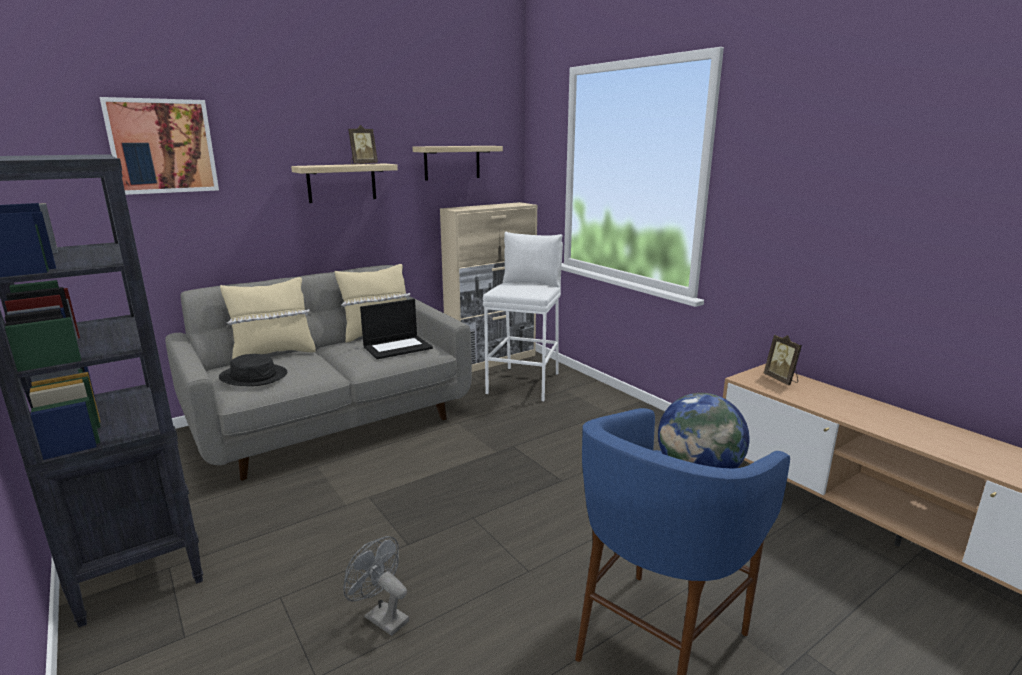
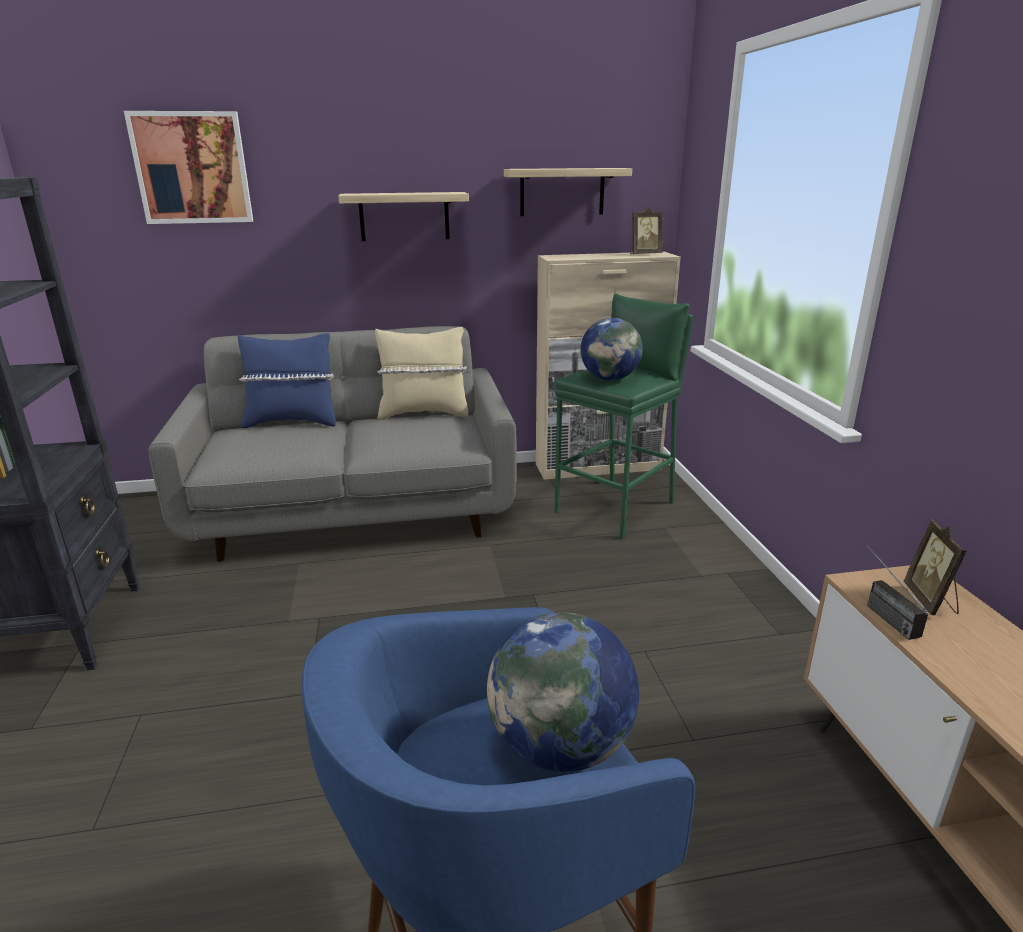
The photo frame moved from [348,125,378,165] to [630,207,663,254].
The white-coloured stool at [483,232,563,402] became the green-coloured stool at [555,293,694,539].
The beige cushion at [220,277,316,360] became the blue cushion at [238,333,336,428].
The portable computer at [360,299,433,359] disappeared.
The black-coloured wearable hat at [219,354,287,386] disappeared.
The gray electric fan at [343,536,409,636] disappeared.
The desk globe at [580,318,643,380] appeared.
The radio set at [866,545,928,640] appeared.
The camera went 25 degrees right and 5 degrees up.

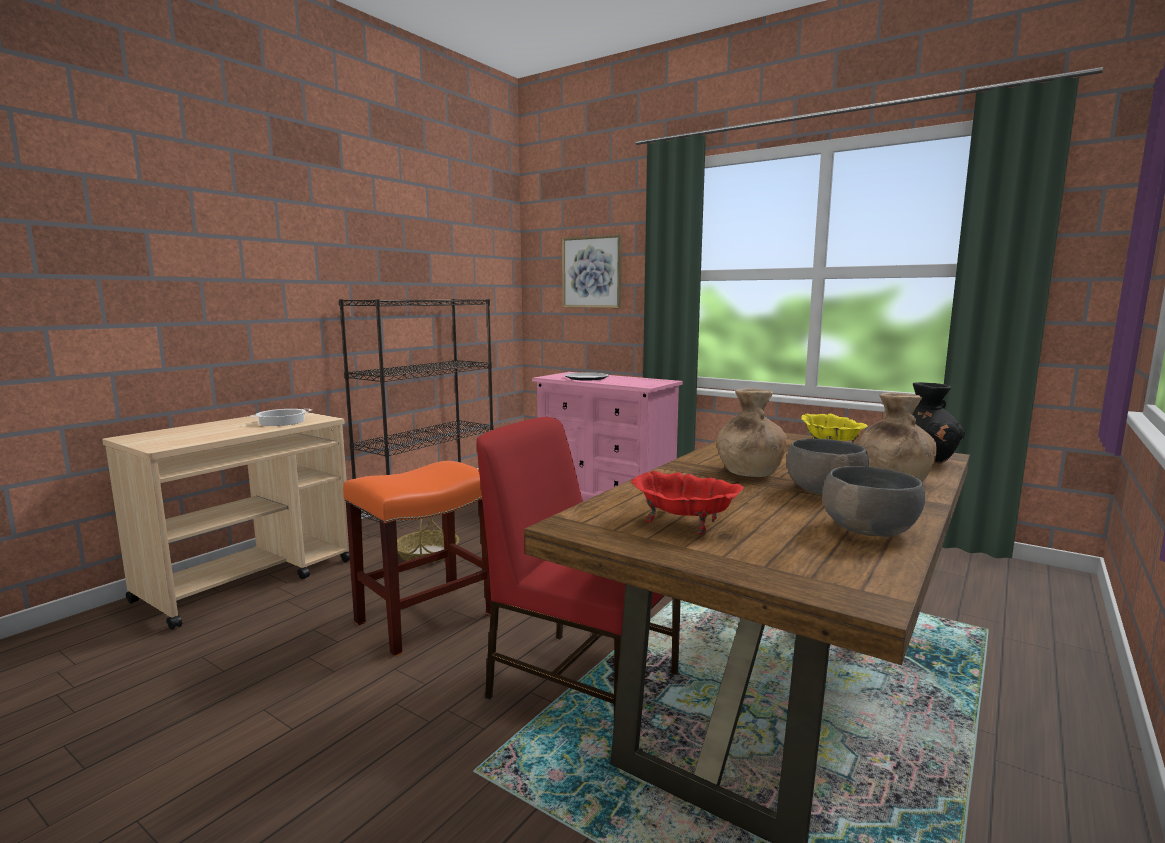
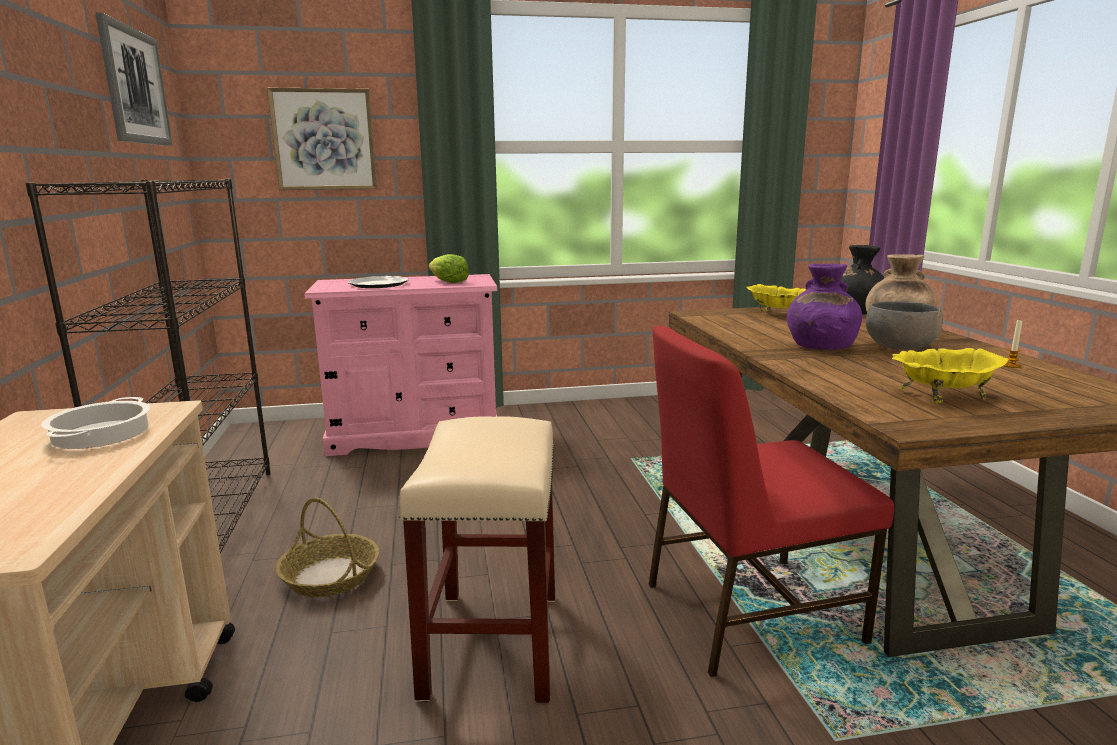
The brownish vase at [716,388,787,477] became the purplish vase at [787,264,862,350].
The orangey stool at [343,461,492,656] became the beige stool at [399,416,555,703].
The gray serving bowl at [822,466,925,537] was replaced by the wax light at [1004,320,1022,368].
The red serving bowl at [631,471,744,535] became the yellow-coloured serving bowl at [892,348,1009,403].
The wall art at [95,13,173,146] appeared.
The lettuce at [429,254,469,283] appeared.
The camera went 45 degrees left and 5 degrees up.

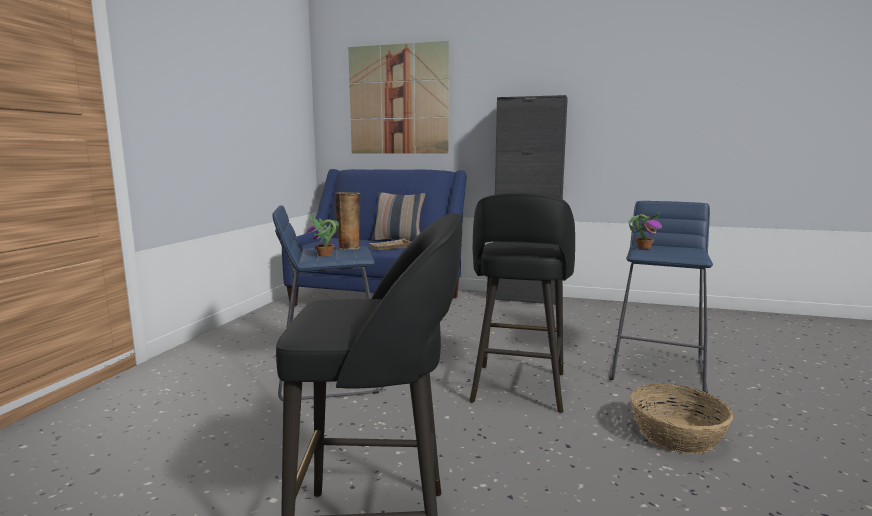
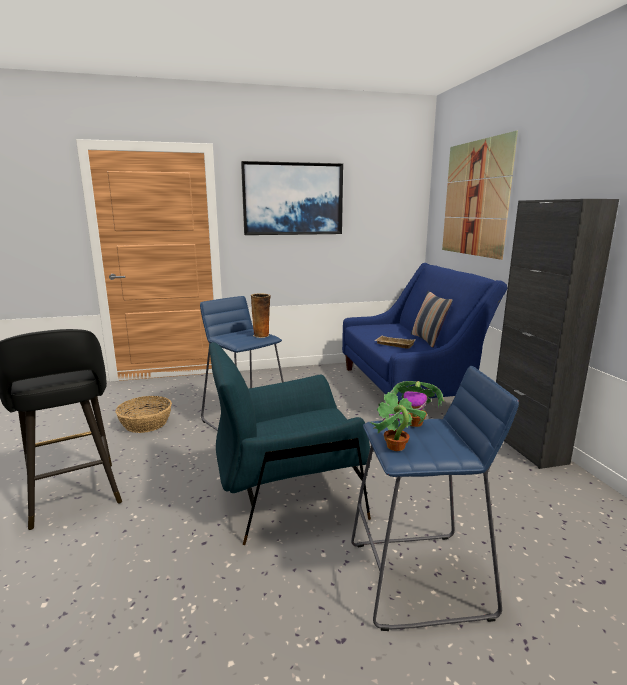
The black-coloured stool at [469,193,575,413] was replaced by the blue armchair at [209,342,371,545].
The potted plant moved from [307,216,339,256] to [370,392,426,451].
The basket moved from [630,383,733,454] to [115,396,172,433].
The wall art at [241,161,343,235] appeared.
The camera went 60 degrees right and 5 degrees up.

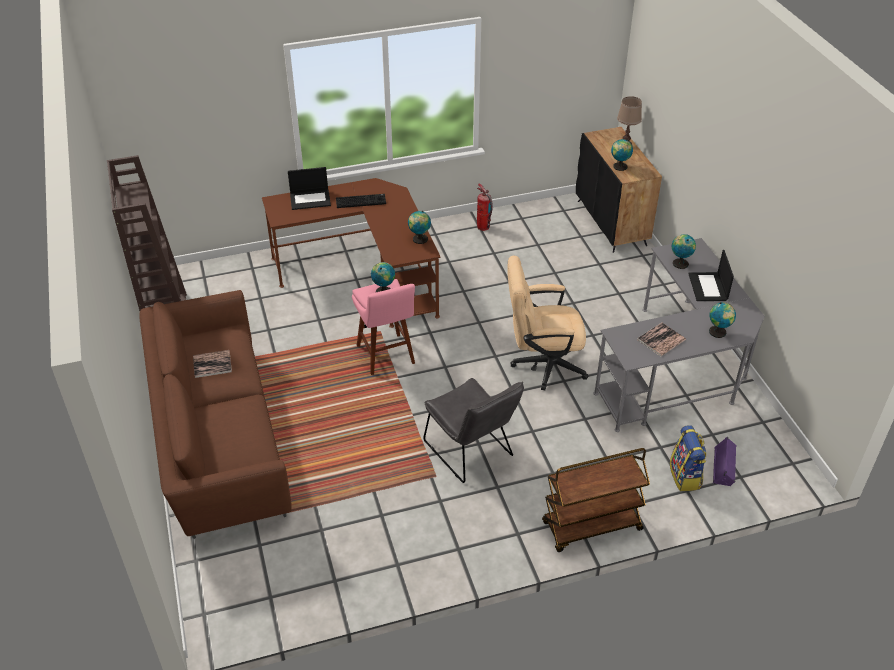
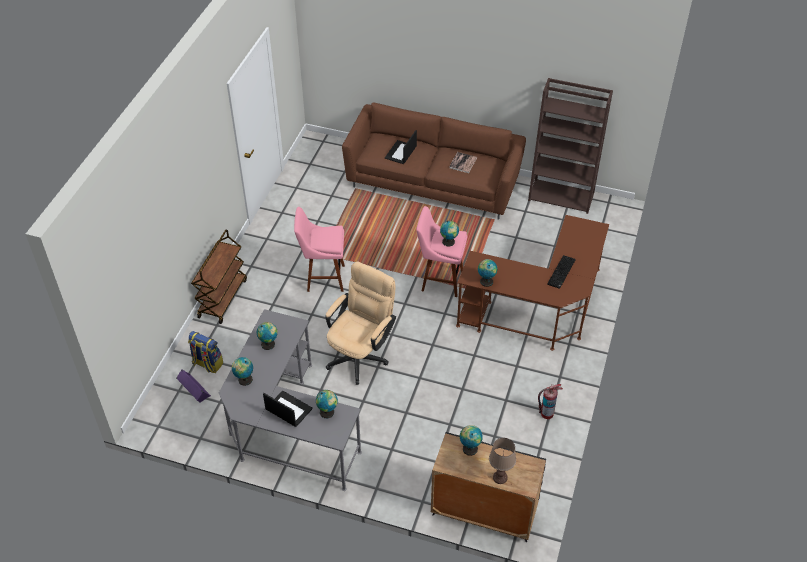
The portable computer moved from [288,167,331,210] to [385,130,417,164].
The bound book at [638,322,686,356] was replaced by the desk globe at [256,322,278,350].
The gray chair at [423,378,524,483] was replaced by the pink-coloured stool at [294,207,345,292].
The camera went 125 degrees right and 5 degrees up.

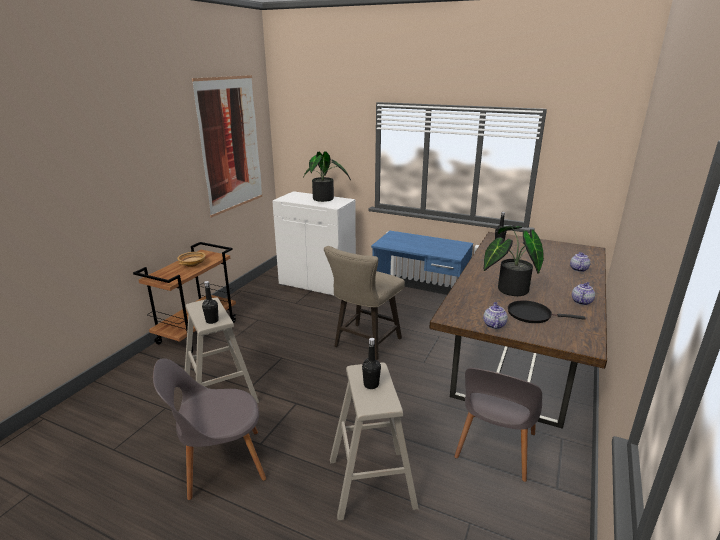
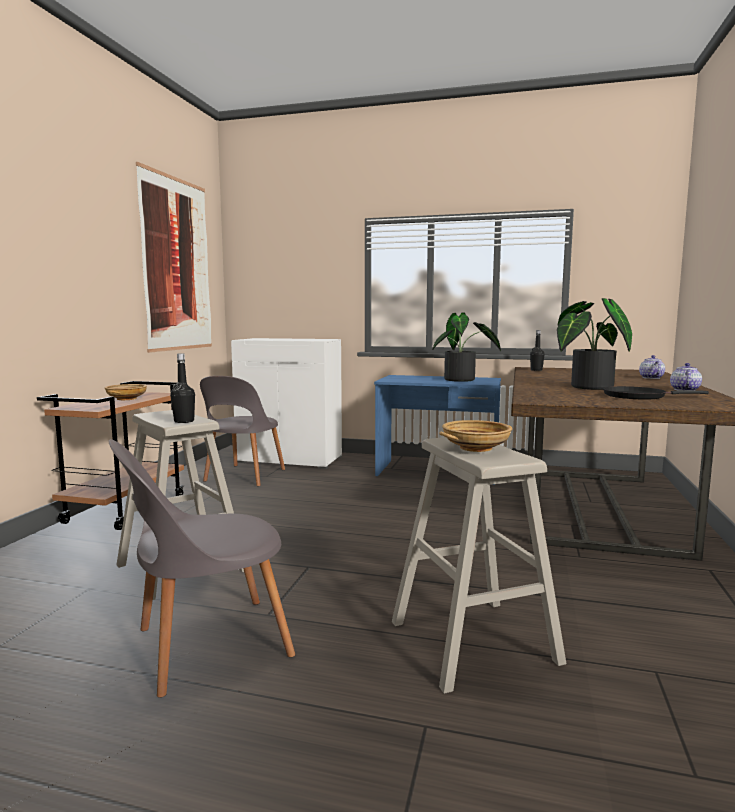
The potted plant moved from [303,151,351,202] to [432,313,501,382].
The beige stool at [324,246,405,360] disappeared.
The teapot at [483,302,508,329] disappeared.
The black-coloured drink bottle at [362,338,381,389] was replaced by the beige serving bowl at [439,420,512,452].
The gray chair moved from [454,368,542,482] to [200,376,285,487].
The camera went 10 degrees left and 15 degrees down.

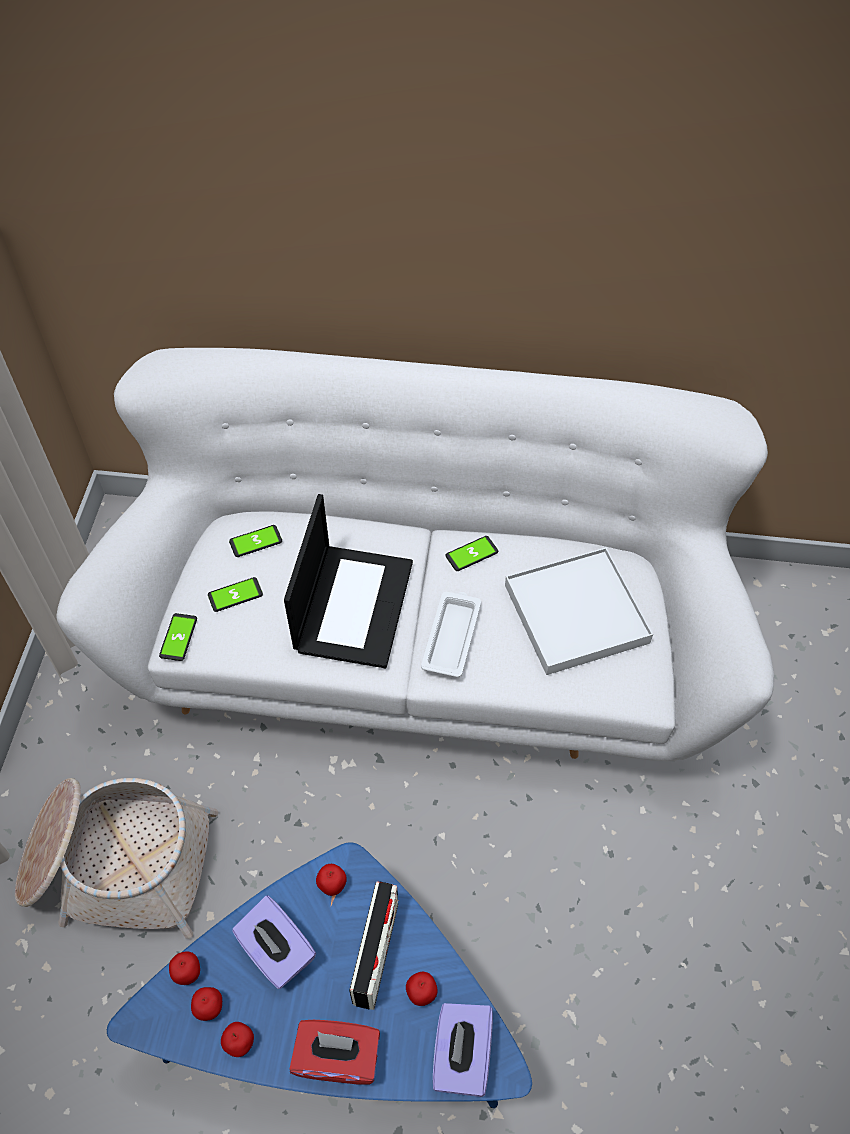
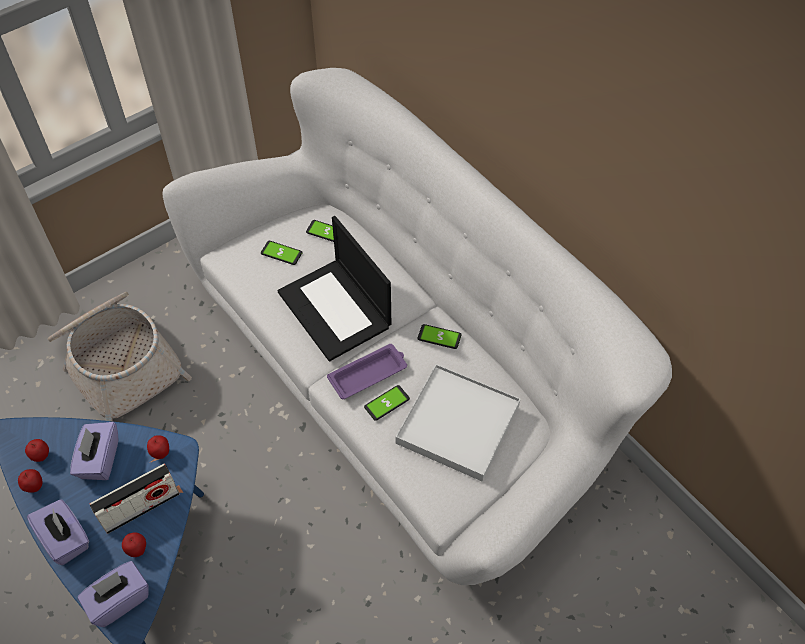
The portable computer at [284,494,413,668] turned 90 degrees clockwise.
The white-coloured carrying tray at [421,592,481,677] became the purplish carrying tray at [327,344,407,399].
The telephone moved from [159,613,197,661] to [364,385,410,421].
The whole apple at [169,952,200,985] disappeared.
The red tissue box at [289,1020,380,1085] became the purplish tissue box at [27,499,89,565].
The camera went 45 degrees right and 0 degrees up.

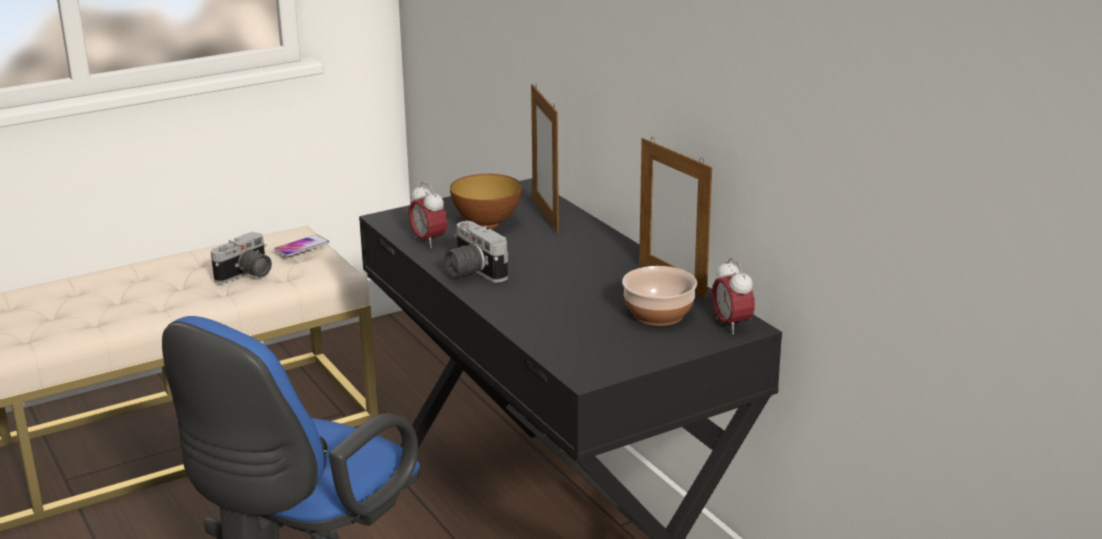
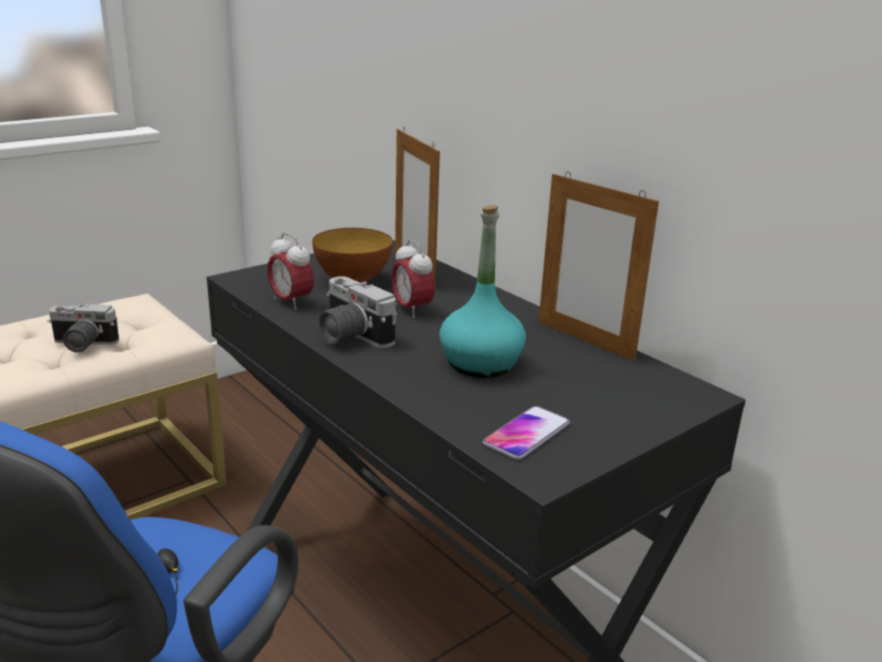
The photo camera at [211,231,272,284] turned 60 degrees clockwise.
The telephone moved from [274,235,329,257] to [483,406,570,460].
The bedside clock moved from [712,258,755,334] to [391,240,435,318].
The serving bowl at [622,266,697,326] disappeared.
The blue-green drink bottle at [439,205,526,378] appeared.
The camera went 10 degrees left and 0 degrees up.

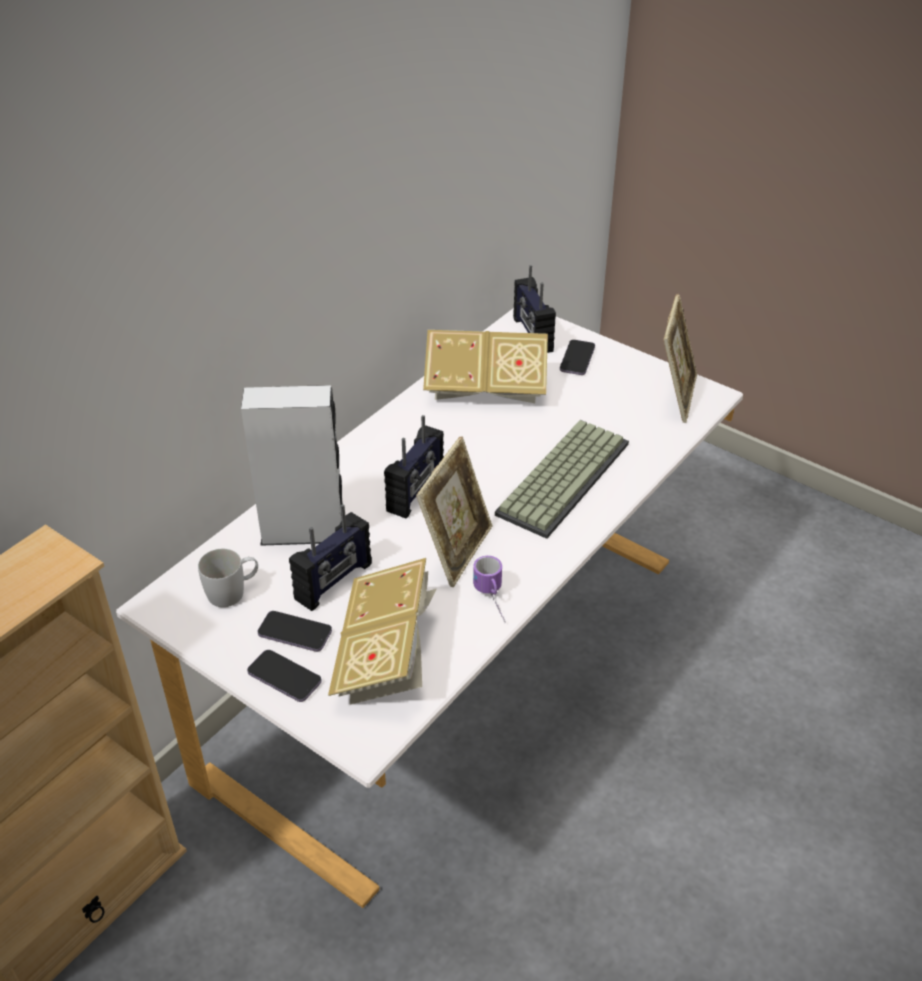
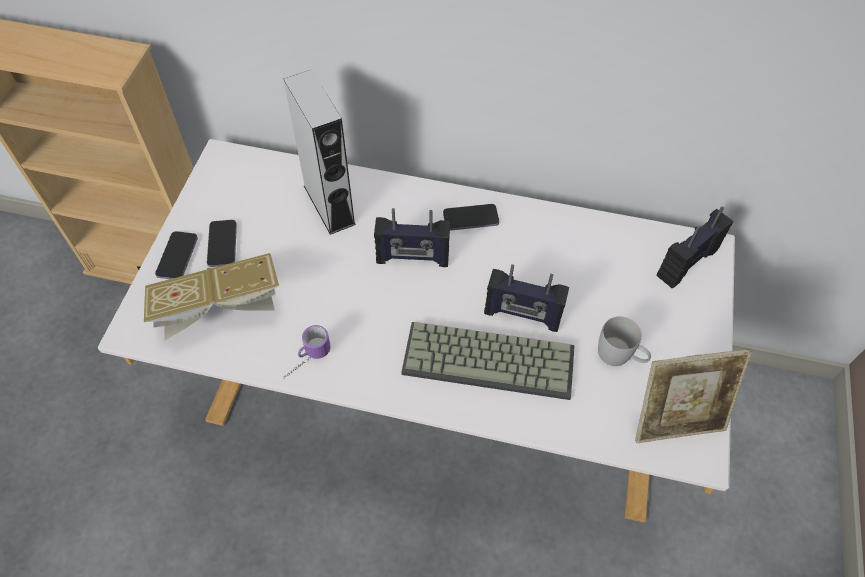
The bound book at [423,330,548,403] disappeared.
The telephone moved from [560,340,595,375] to [443,204,499,230].
The photo frame at [416,437,492,587] disappeared.
The radio set moved from [289,504,372,611] to [484,264,569,332].
The white-coloured tea mug moved from [198,549,258,607] to [598,316,651,366].
The camera went 65 degrees right and 15 degrees up.

